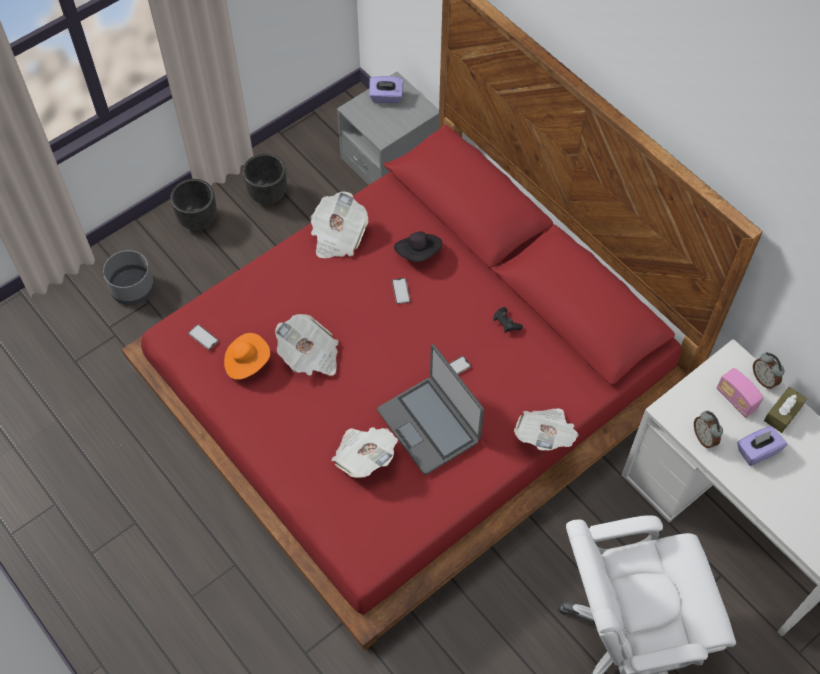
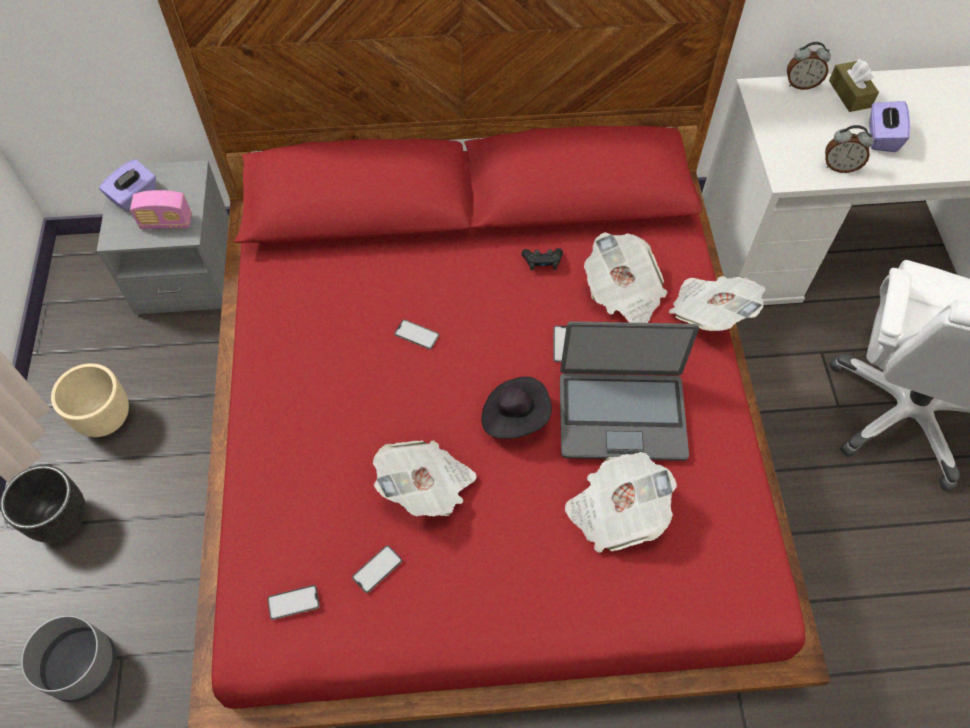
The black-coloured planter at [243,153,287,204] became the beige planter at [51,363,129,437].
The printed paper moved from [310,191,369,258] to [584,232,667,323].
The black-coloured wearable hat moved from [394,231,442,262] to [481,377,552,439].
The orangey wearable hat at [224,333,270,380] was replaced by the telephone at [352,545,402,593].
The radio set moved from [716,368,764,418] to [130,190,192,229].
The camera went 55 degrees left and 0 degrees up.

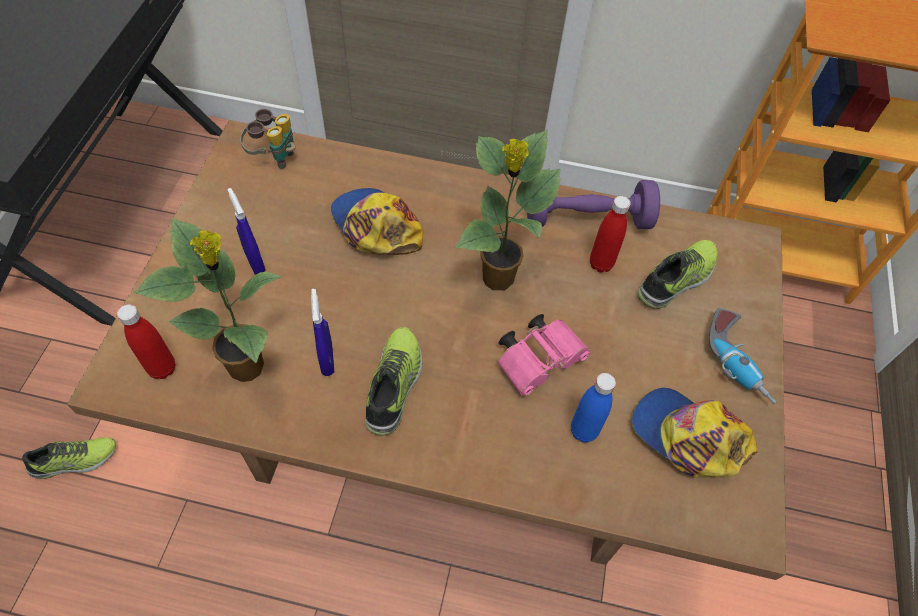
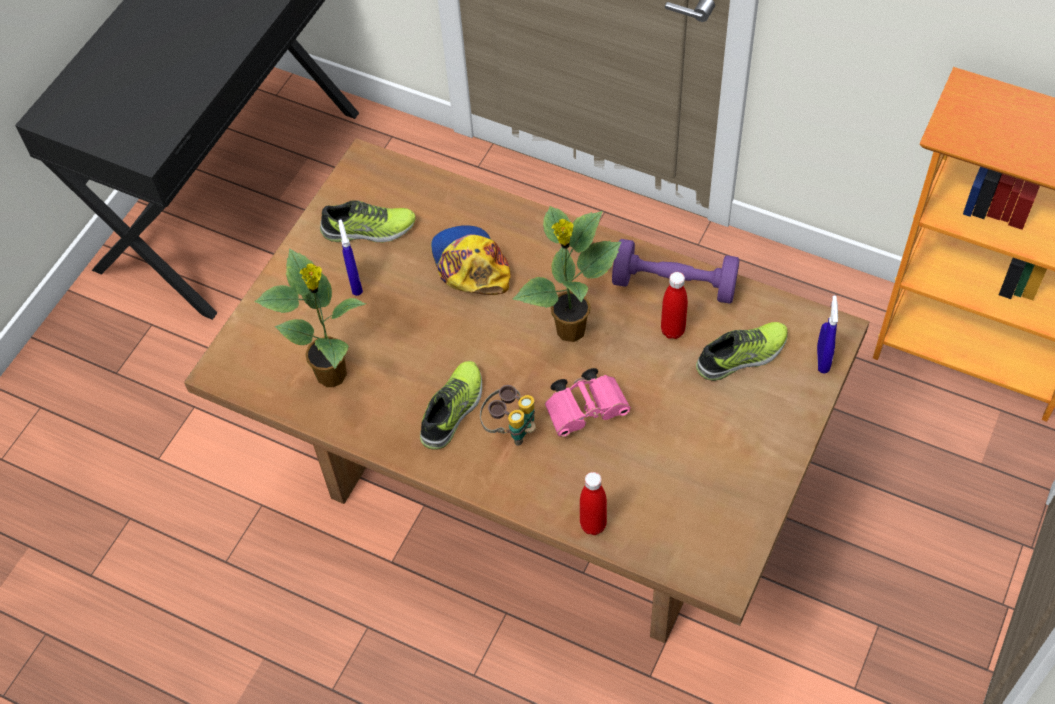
The binoculars moved from [240,109,296,169] to [480,385,536,446].
The blue hand sprayer moved from [311,289,334,376] to [817,296,838,374].
The red drink bottle moved from [117,304,175,379] to [580,472,607,535].
The electric drill at [709,308,777,404] disappeared.
The blue drink bottle at [571,373,616,443] disappeared.
The peaked cap at [632,388,758,478] disappeared.
The low shoe moved from [22,437,116,479] to [320,200,415,243].
The camera went 20 degrees right and 0 degrees up.

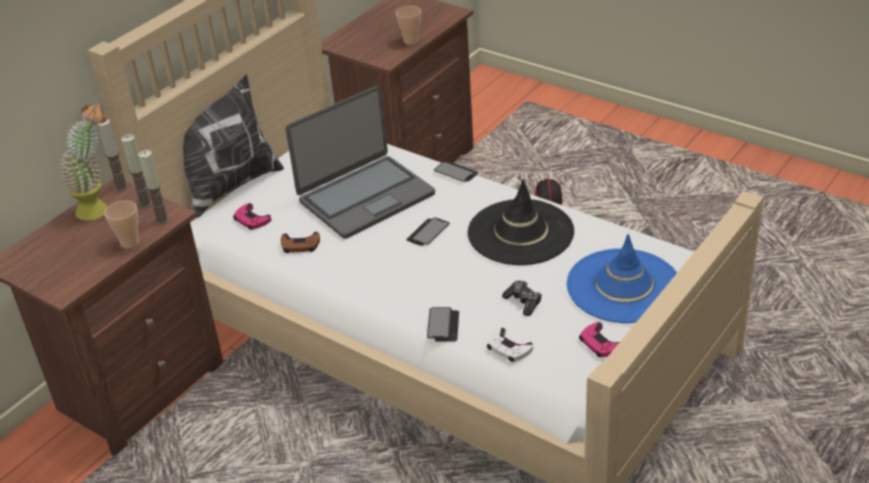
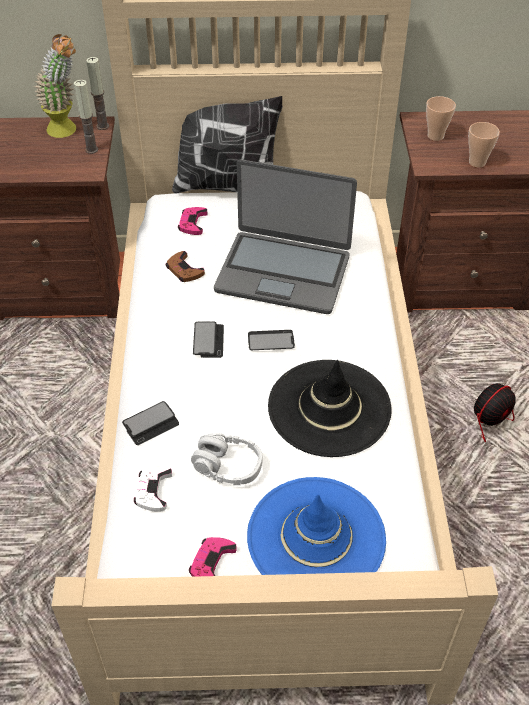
The wax light at [138,150,169,225] disappeared.
The telephone moved from [434,162,478,182] to [193,321,224,358].
The cup moved from [104,201,139,248] to [426,96,456,141].
The game controller at [502,281,542,316] was replaced by the gray pair of headphones at [191,433,263,485].
The camera went 50 degrees right and 10 degrees up.

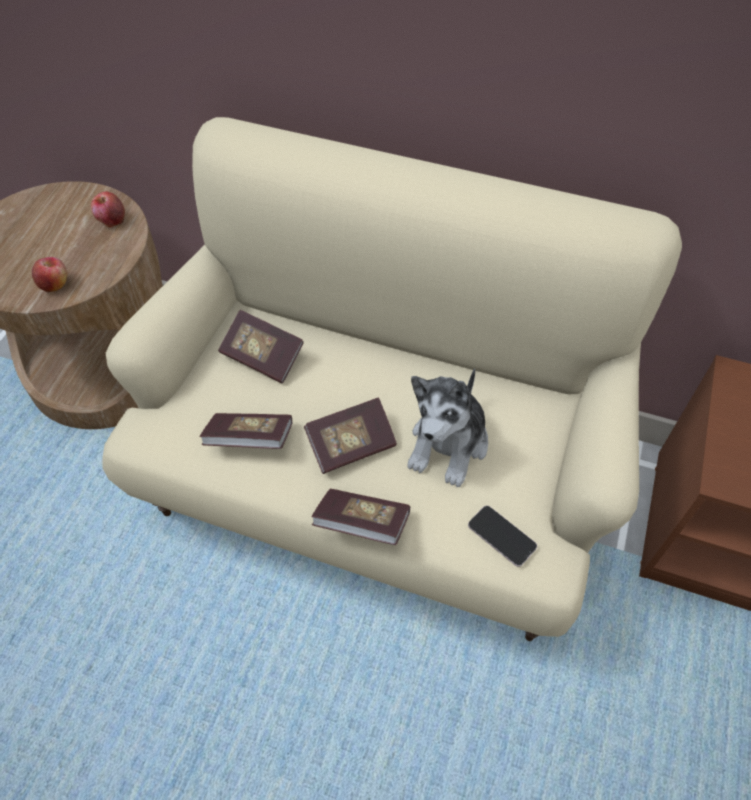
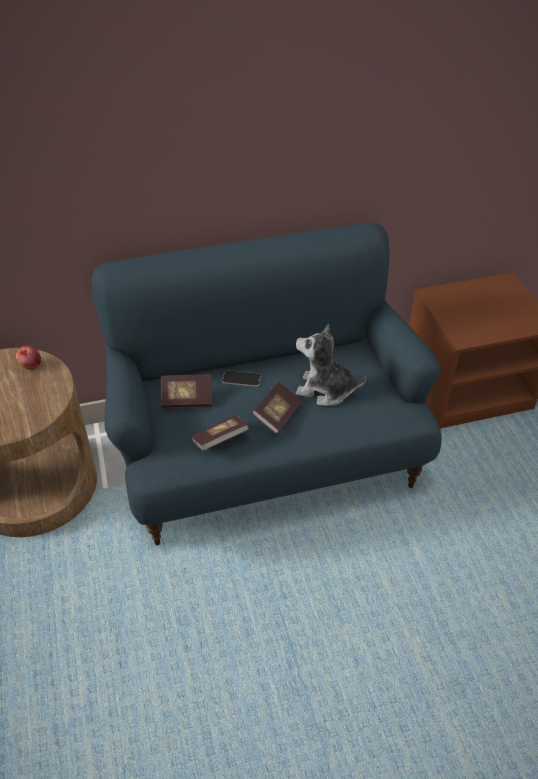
The beige sofa at [102,117,682,641] became the blue sofa at [91,222,442,545].
The whole apple at [32,257,67,292] disappeared.
The cuddly toy at [407,368,488,487] turned 120 degrees clockwise.
The bound book at [311,489,410,545] disappeared.
The telephone moved from [468,505,537,567] to [222,370,261,387].
The camera went 35 degrees left and 10 degrees down.

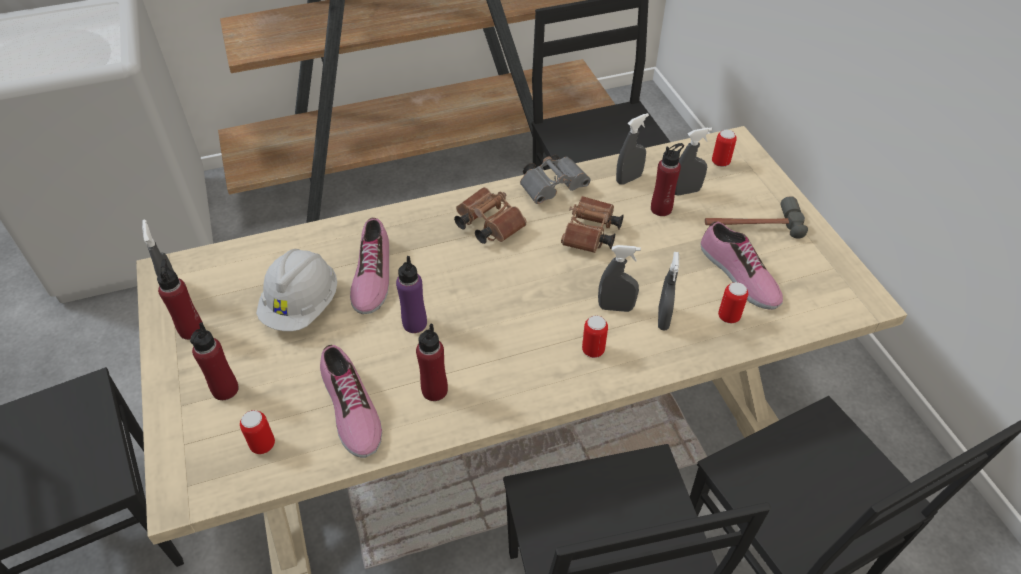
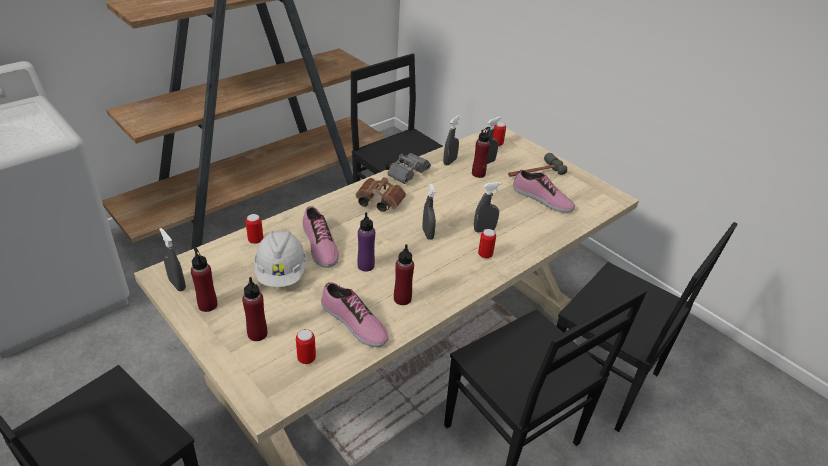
The brownish binoculars at [561,196,624,253] disappeared.
The gray hand sprayer moved from [658,252,679,331] to [422,184,436,240].
The metal can moved from [718,282,748,323] to [245,214,263,244].
The camera went 25 degrees left and 10 degrees down.

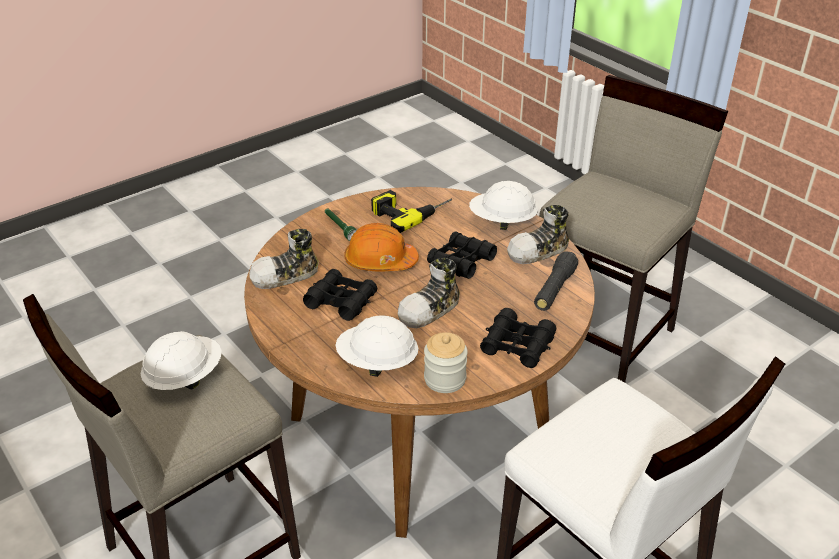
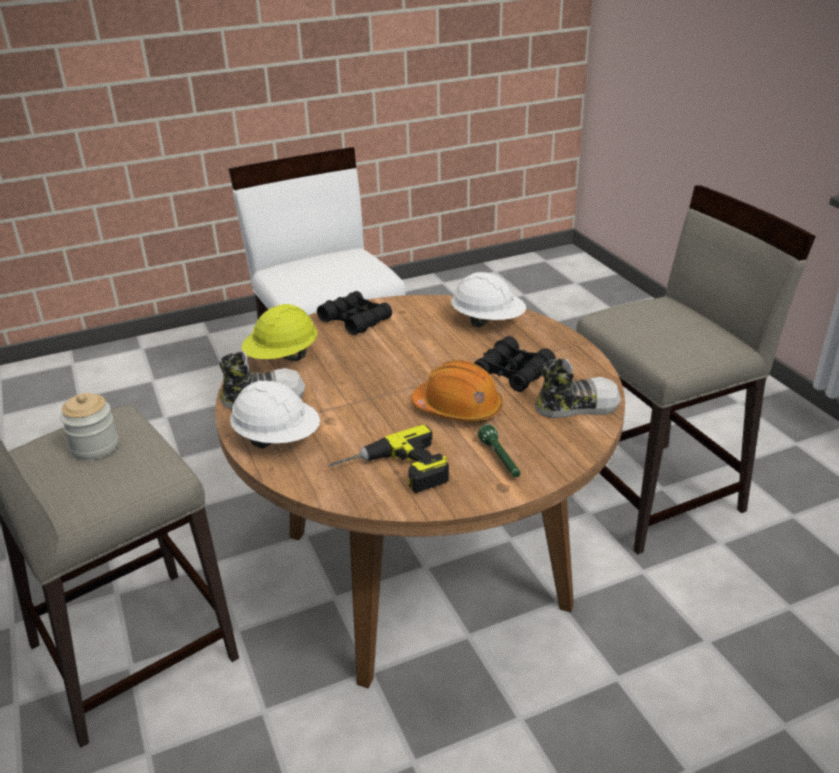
The black-coloured binoculars at [427,231,497,279] disappeared.
The black-coloured flashlight at [534,251,578,311] was replaced by the yellow-coloured hard hat at [242,304,317,361].
The low shoe at [398,257,460,328] disappeared.
The white-coloured hard hat at [141,331,222,390] disappeared.
The preserve jar moved from [424,332,468,393] to [60,393,118,460].
The camera went 165 degrees left and 5 degrees down.

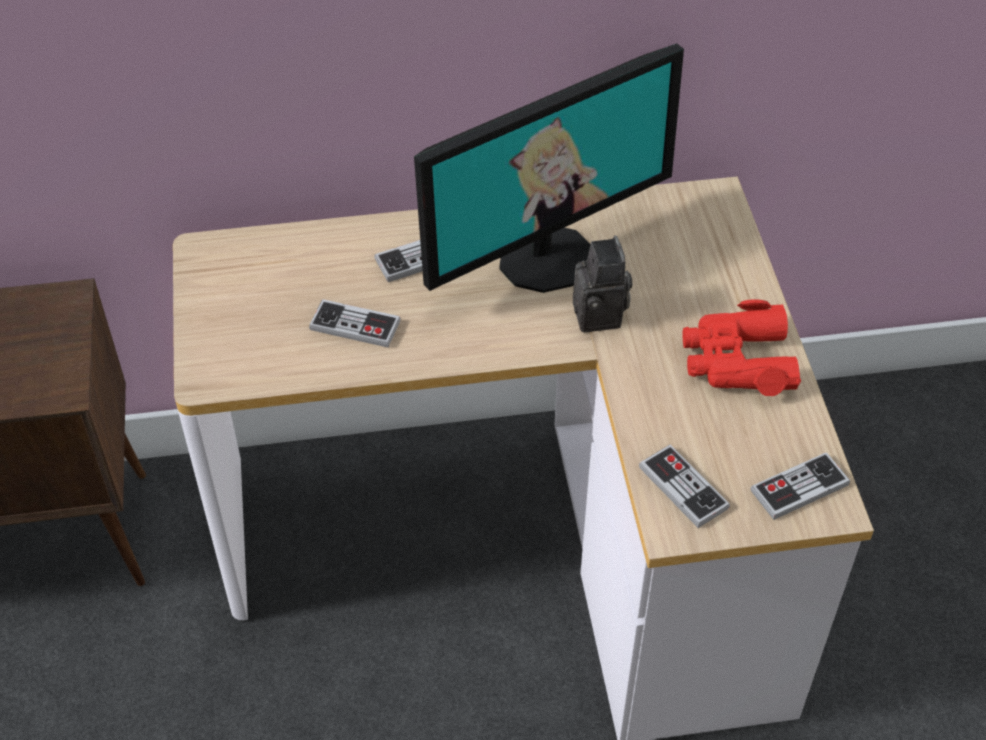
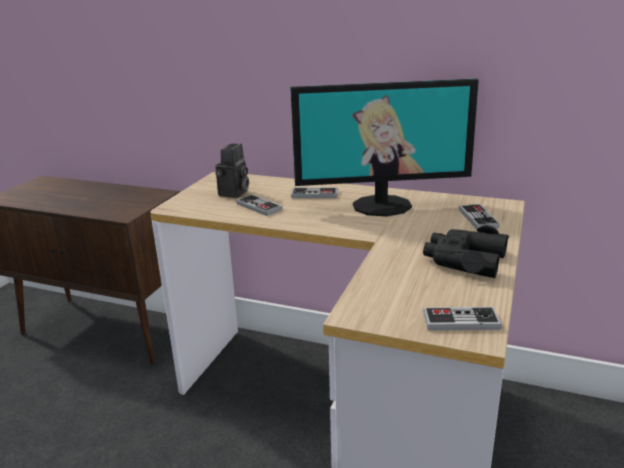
The photo camera moved from [573,235,632,333] to [215,143,249,198].
The red binoculars at [683,299,801,396] became the black-coloured binoculars at [423,225,509,278].
The game controller moved from [639,445,730,528] to [459,204,500,230].
The camera went 30 degrees right and 25 degrees down.

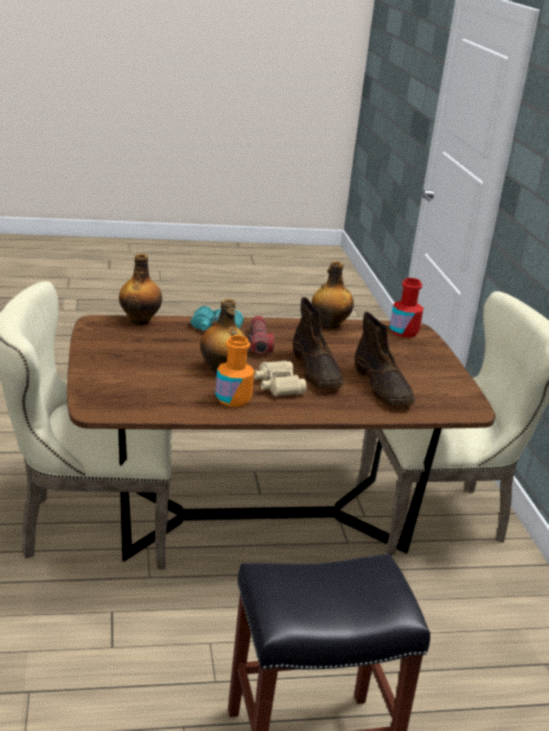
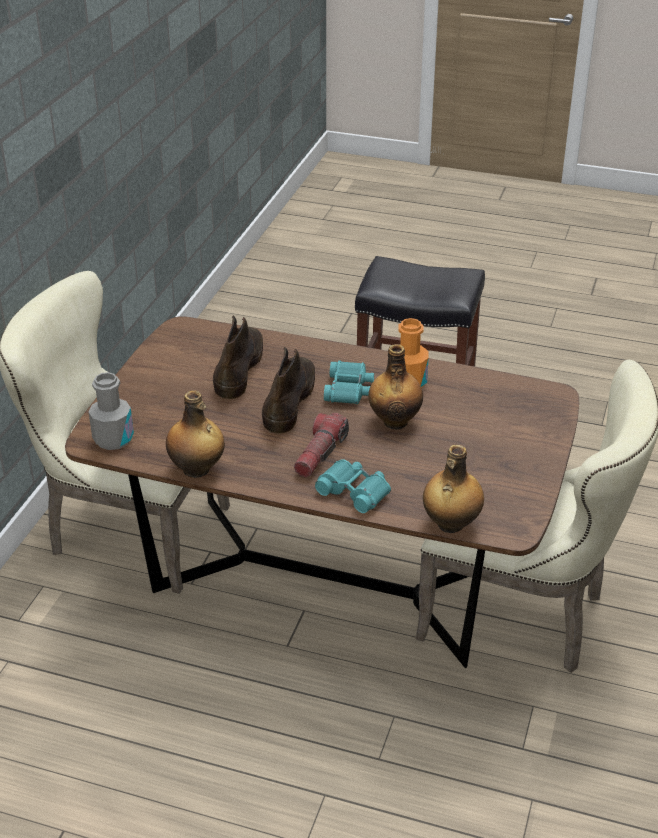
The red drink bottle at [390,278,424,338] became the gray drink bottle at [89,372,134,450].
The beige binoculars at [254,360,307,396] became the blue-green binoculars at [324,360,374,404].
The camera went 150 degrees left and 10 degrees up.

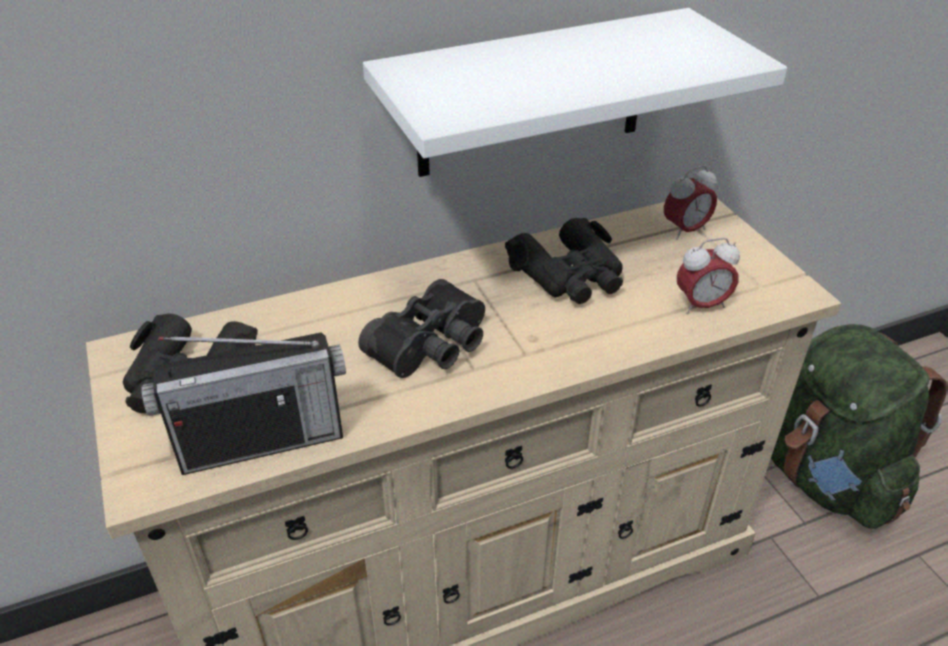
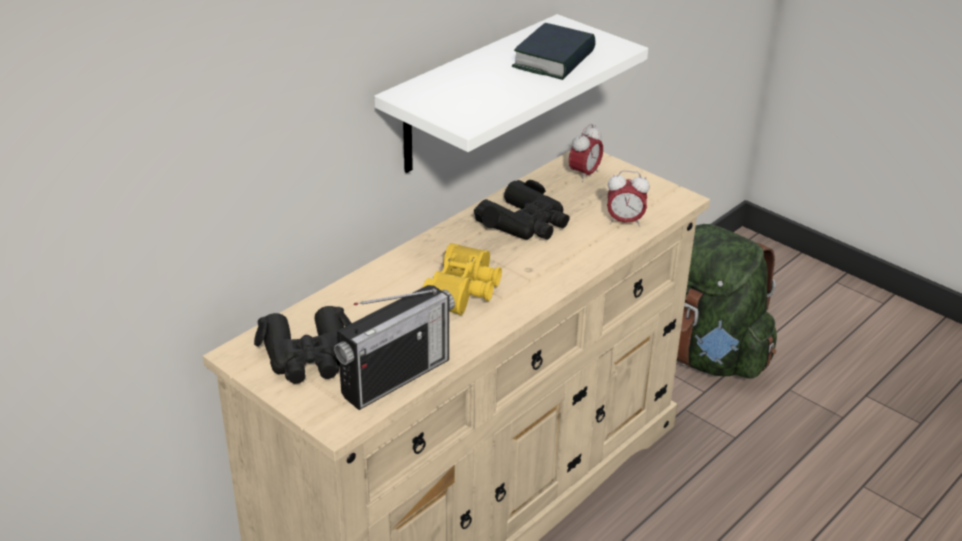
The bedside clock at [677,238,740,314] turned 45 degrees clockwise.
The black-coloured binoculars at [358,279,485,378] became the yellow-coloured binoculars at [422,243,502,315].
The bound book at [512,23,596,80] appeared.
The camera went 25 degrees left and 5 degrees down.

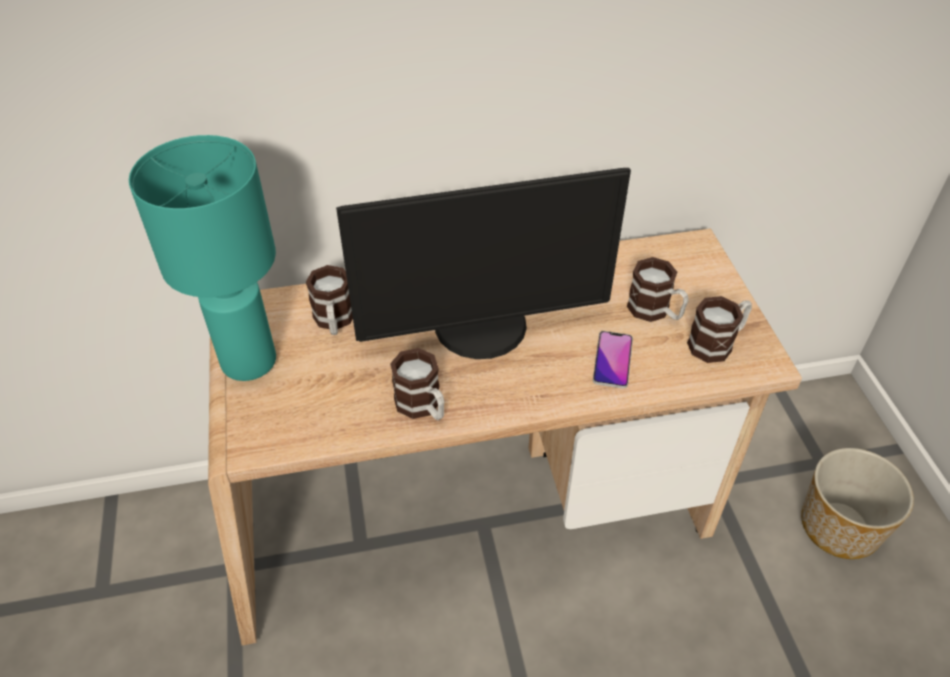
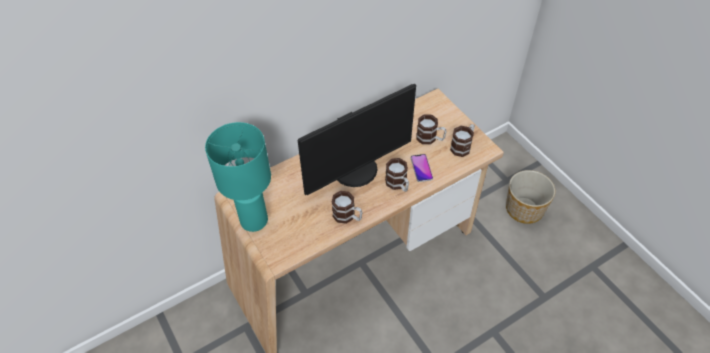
The tea mug moved from [306,265,353,335] to [385,158,409,192].
The camera went 20 degrees left and 5 degrees up.

